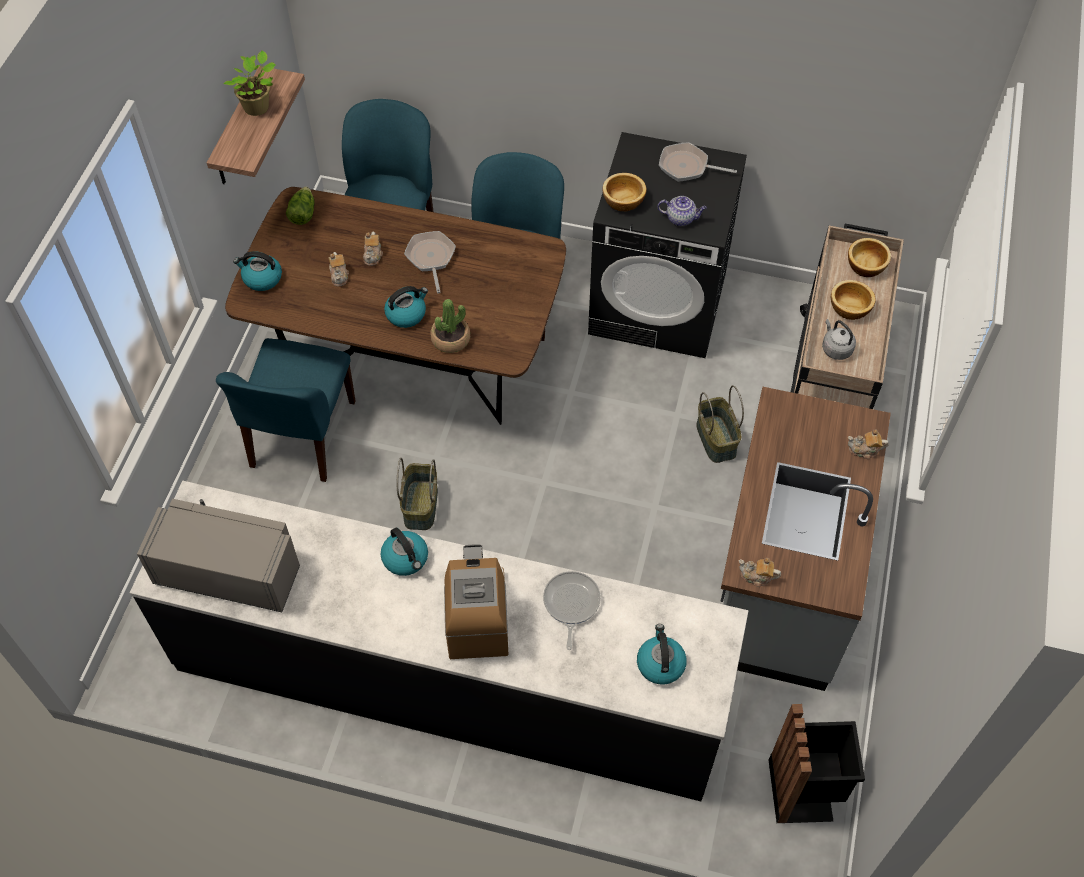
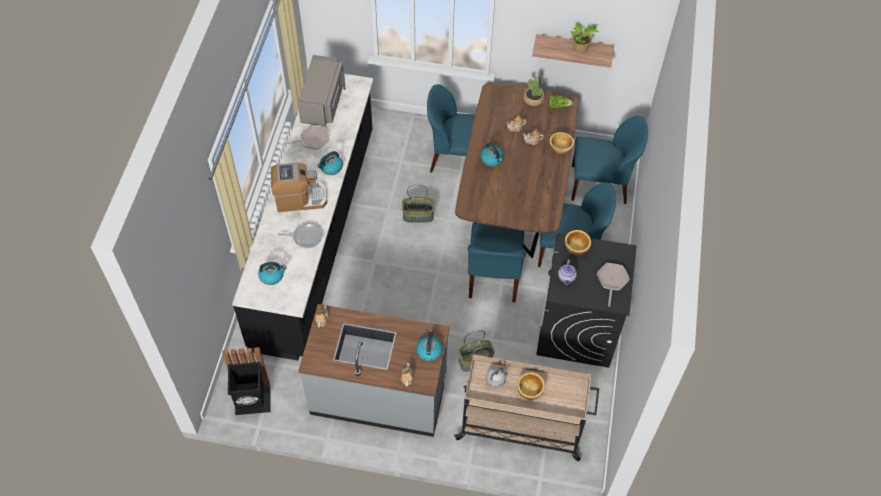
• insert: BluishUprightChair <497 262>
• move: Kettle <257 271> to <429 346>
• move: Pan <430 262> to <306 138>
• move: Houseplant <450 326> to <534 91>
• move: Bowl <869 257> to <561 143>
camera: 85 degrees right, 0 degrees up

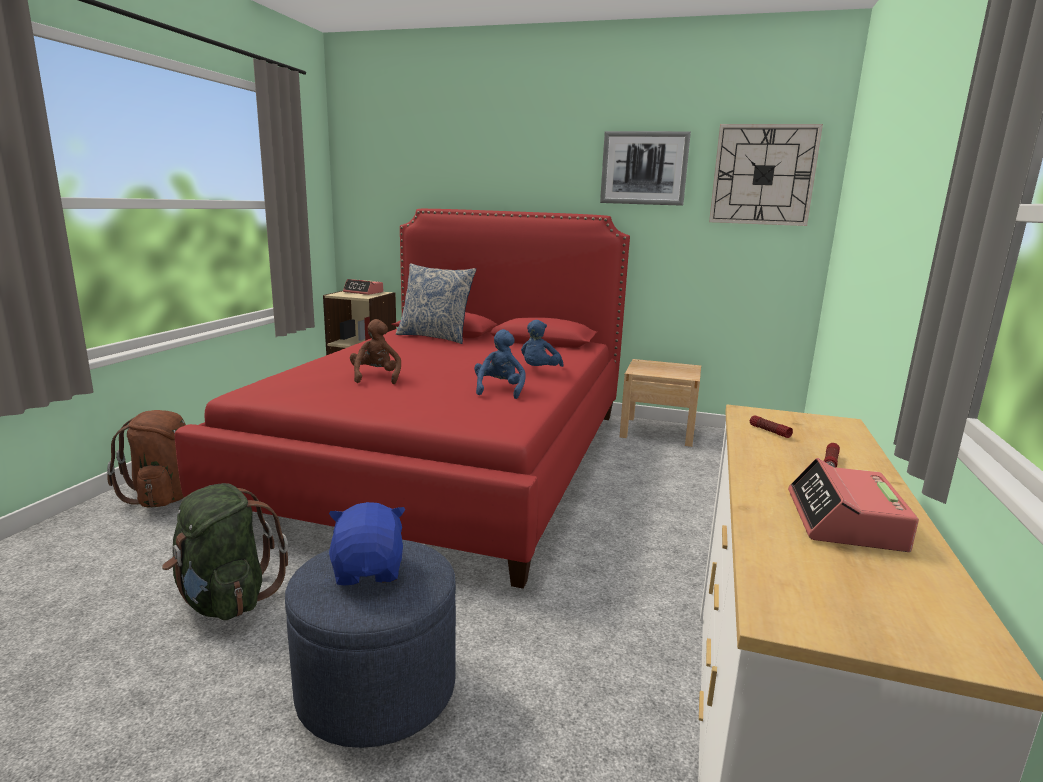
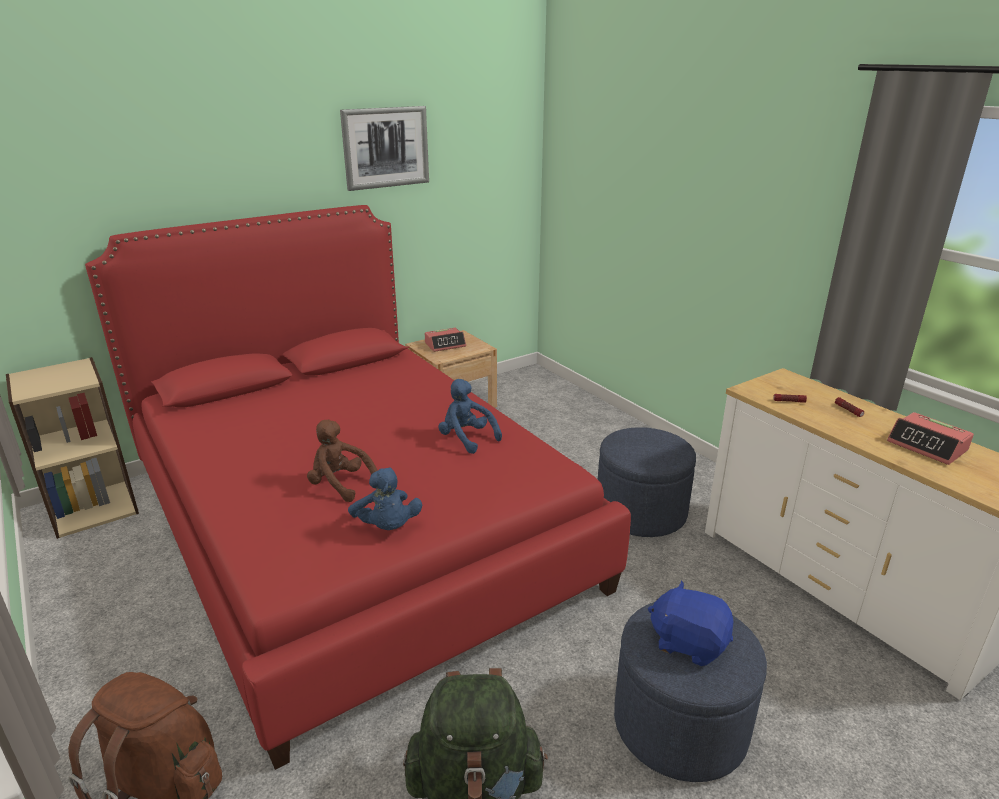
• delete: ThrowPillow <436 304>
• delete: HangingClock <766 175>
• insert: BluishPouffe <647 482>
• move: BedsideClock <363 287> to <445 340>
• move: BluishPlushToy <542 343> to <385 498>
camera: 50 degrees left, 10 degrees up

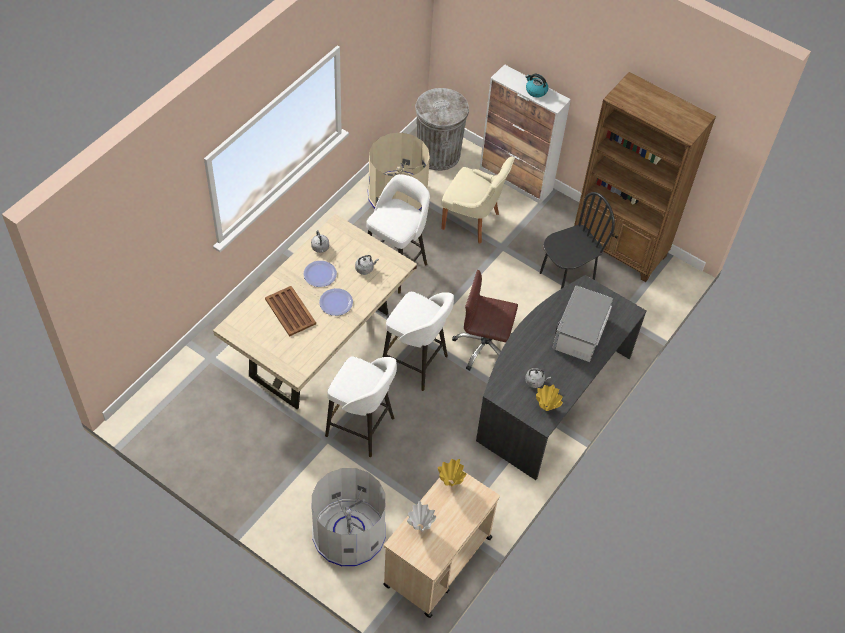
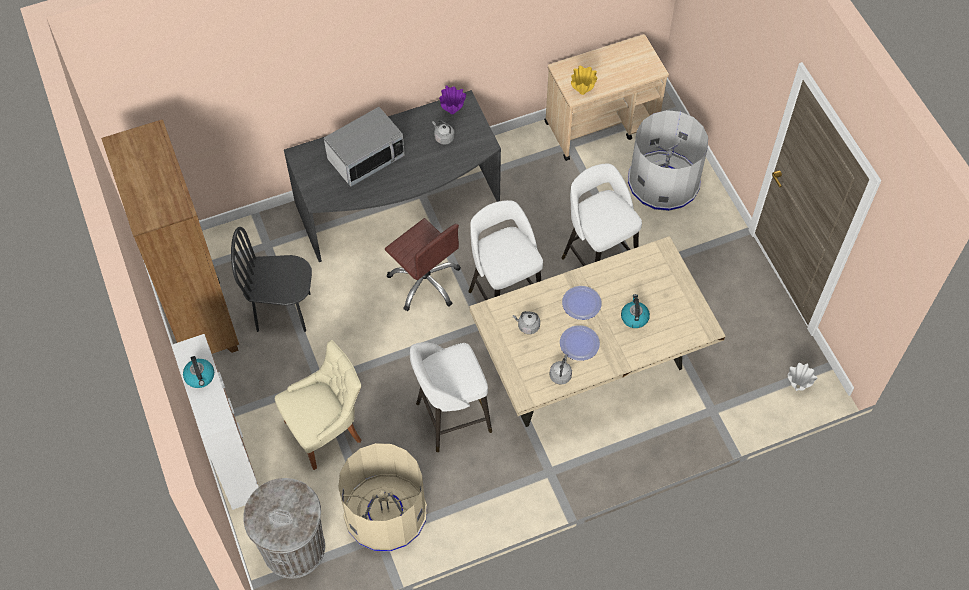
• move: WhitishDecorativeVase <421 516> to <803 377>
• replace: BrownCarryingTray <290 311> to Kettle <635 311>
• recolor: YellowishDecorativeVase <549 397> to PurpleDecorativeVase <452 99>
• rotate: BeigeUprightChair <478 199> = <318 405> 90 degrees clockwise
camera: 145 degrees left, 5 degrees up

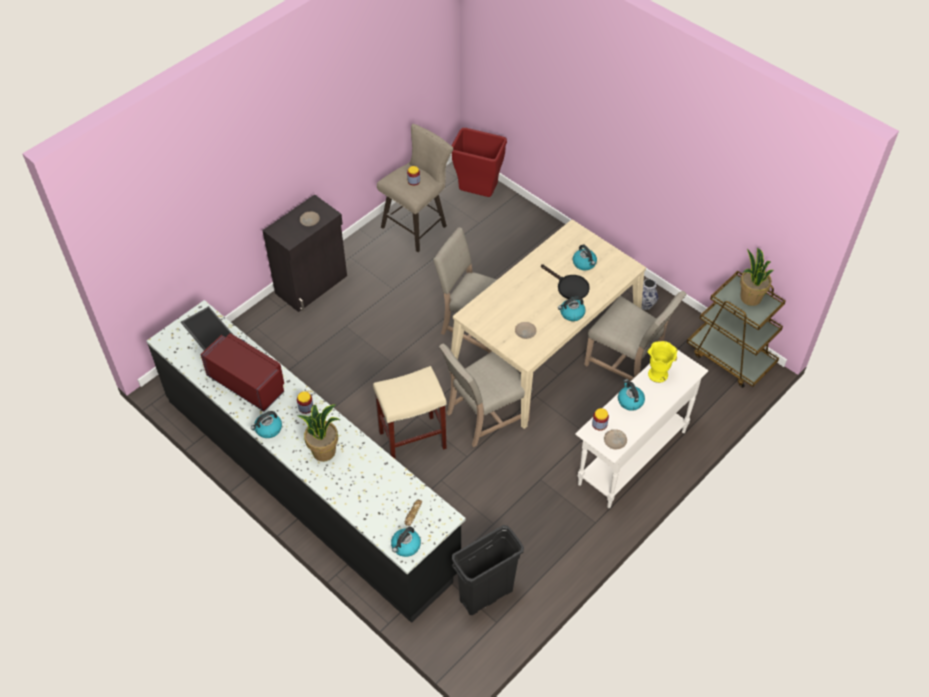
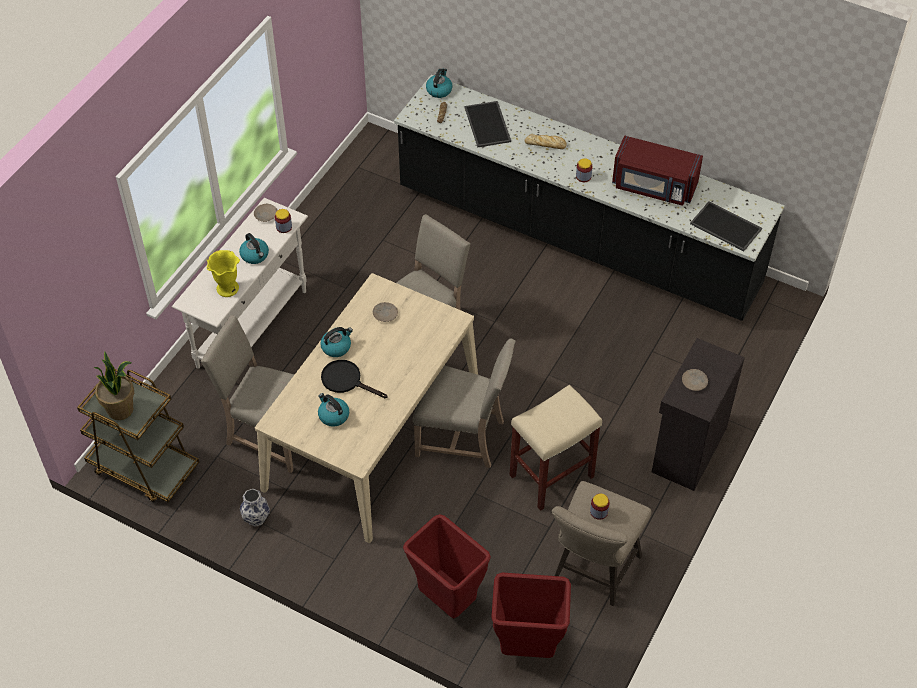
• delete: Kettle <266 424>
• delete: BlackTrashCan <488 570>
• insert: RedColouredTrashCan <447 566>
• insert: CarryingTray <488 124>
• move: BeigeStoolSeat <410 412> to <555 448>
• replace: Houseplant <319 433> to BakedBread <546 141>
camera: 165 degrees right, 0 degrees up

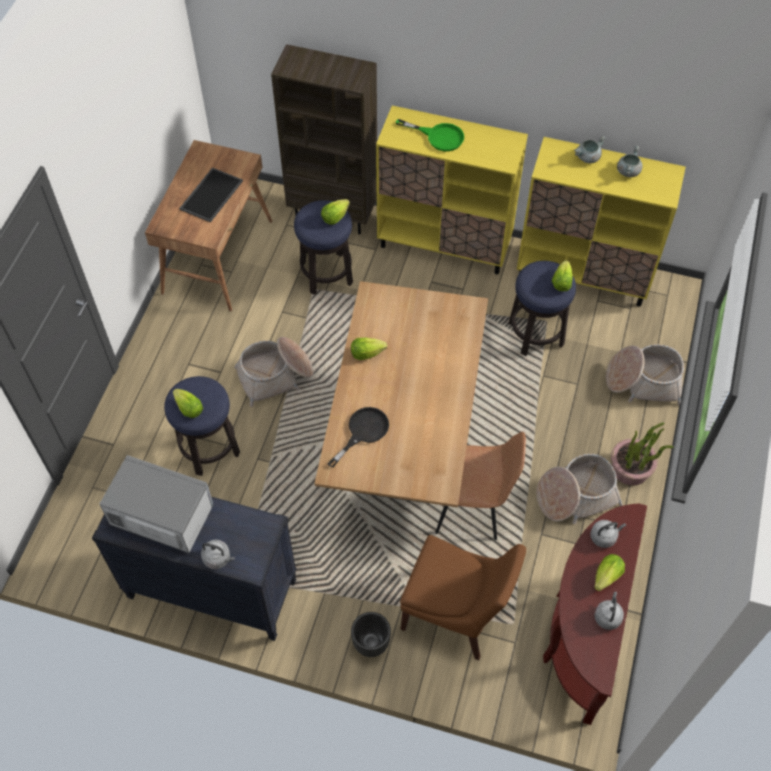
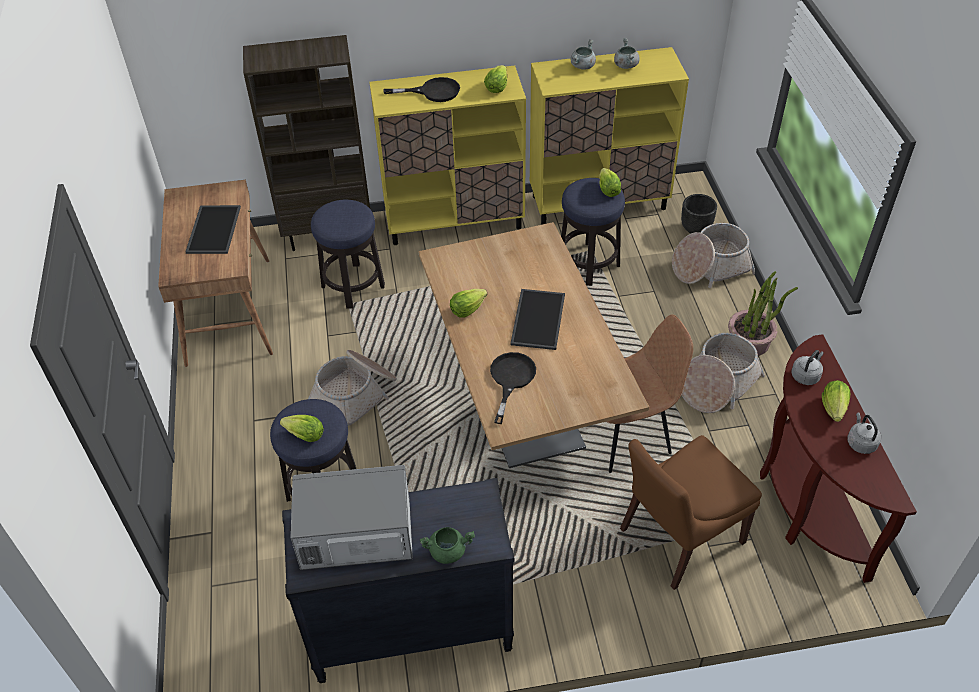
• insert: CarryingTray <537 319>
• move: Lettuce <335 212> to <495 79>
• move: BlackPlanter <371 634> to <699 214>
• replace: GrayKettle <218 554> to GreenCookingPot <447 545>
• recolor: GreenPan <430 135> to BlackPan <421 89>
• rotate: BrownUprightChair <463 597> = <691 512> 150 degrees clockwise
camera: 25 degrees left, 10 degrees down

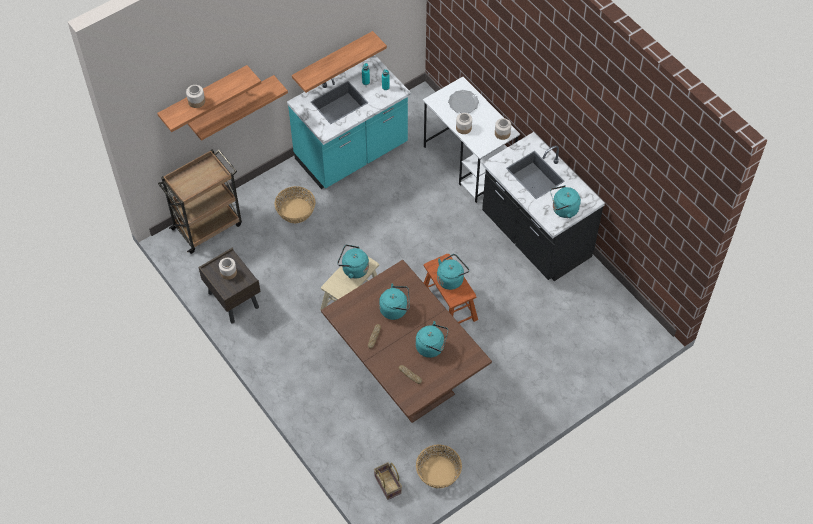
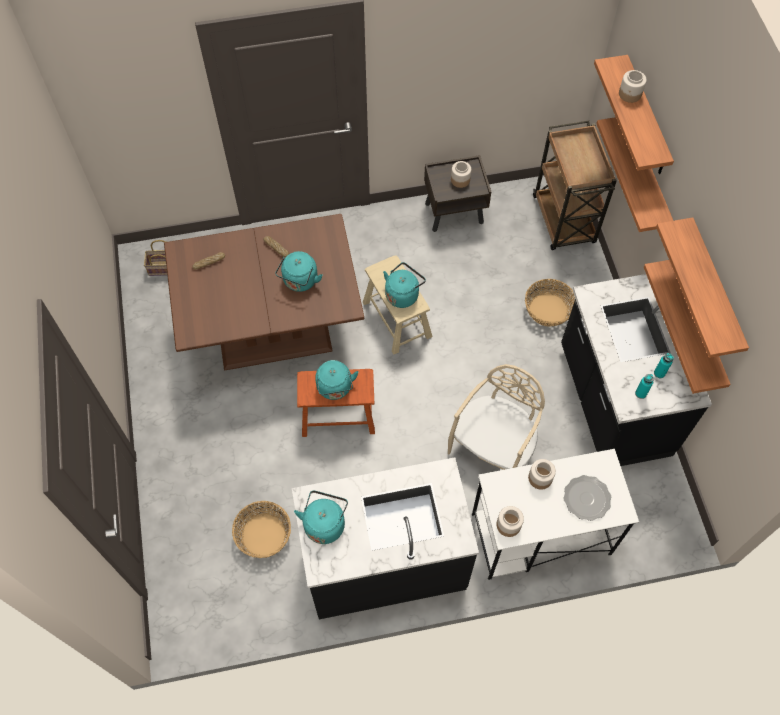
• delete: BlueGreenKettle <432 339>
• insert: BeigeUprightChair <496 417>
• insert: BracketShelf <702 288>
• move: HouseholdBasket <439 466> to <261 529>
• recolor: BlueGreenKitchenCounter <349 122> to BlackKitchenCounter <636 370>
camera: 115 degrees right, 5 degrees up

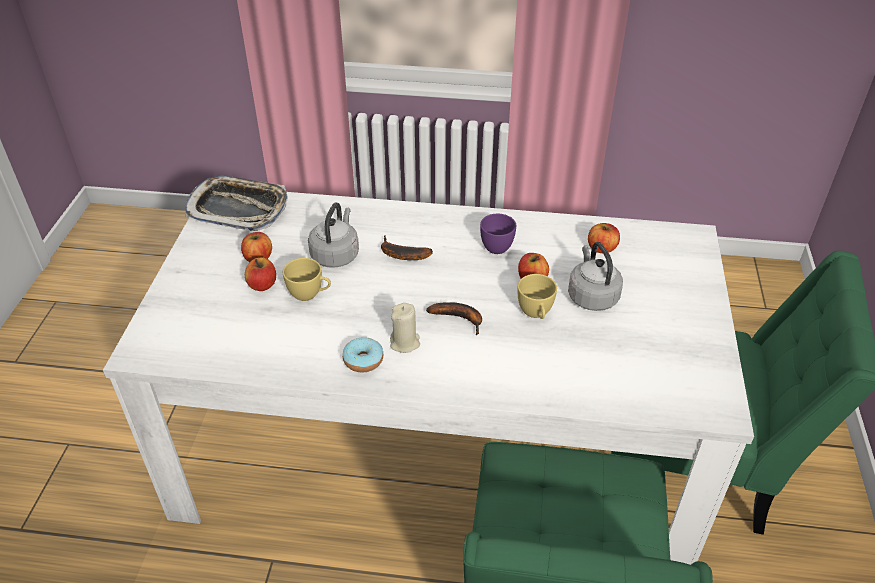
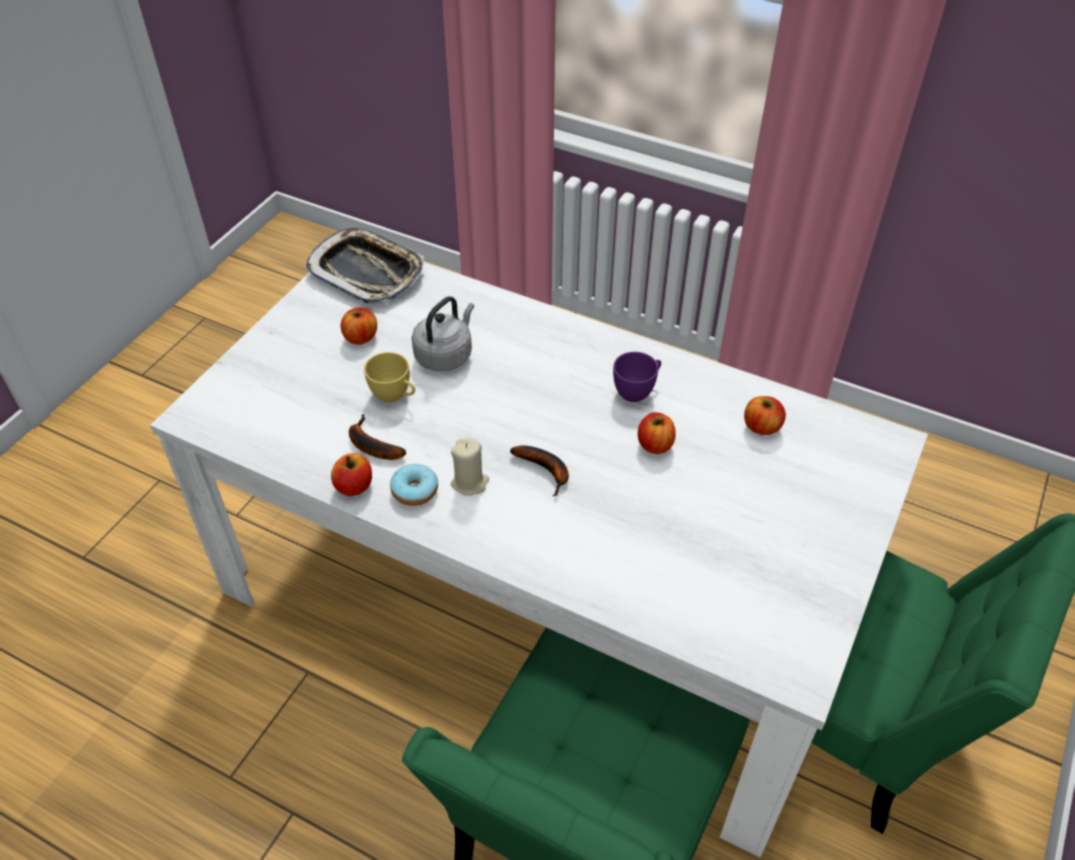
• delete: YellowishDrinkingCup <537 296>
• delete: GrayKettle <595 276>
• move: AppleFruit <260 274> to <351 474>
• move: WholeBanana <407 247> to <377 437>
camera: 20 degrees right, 5 degrees up

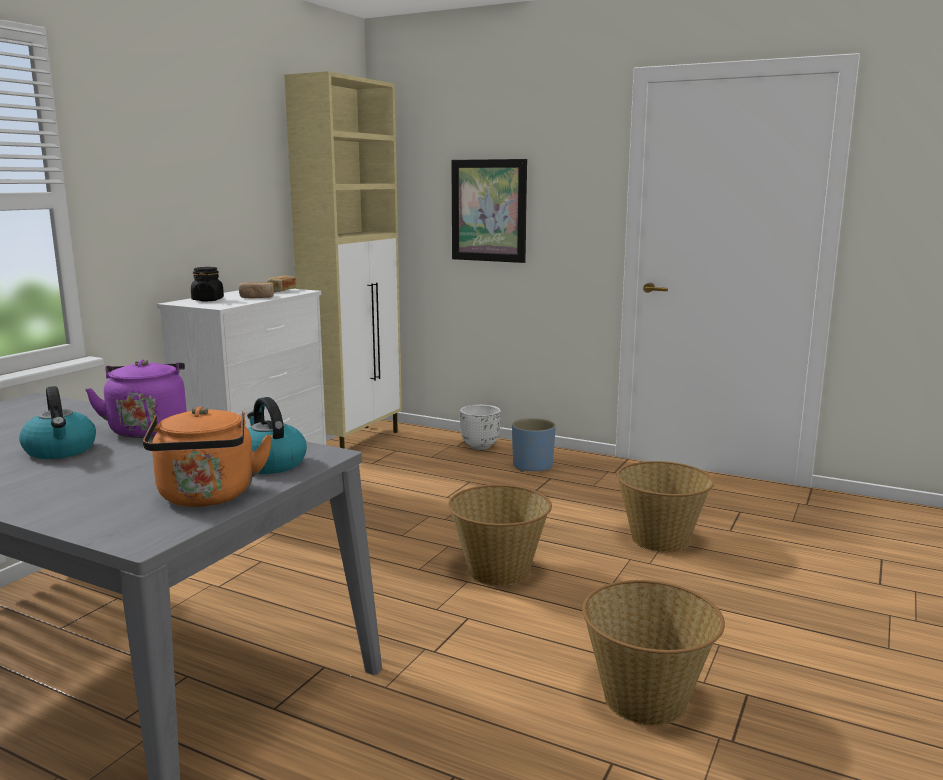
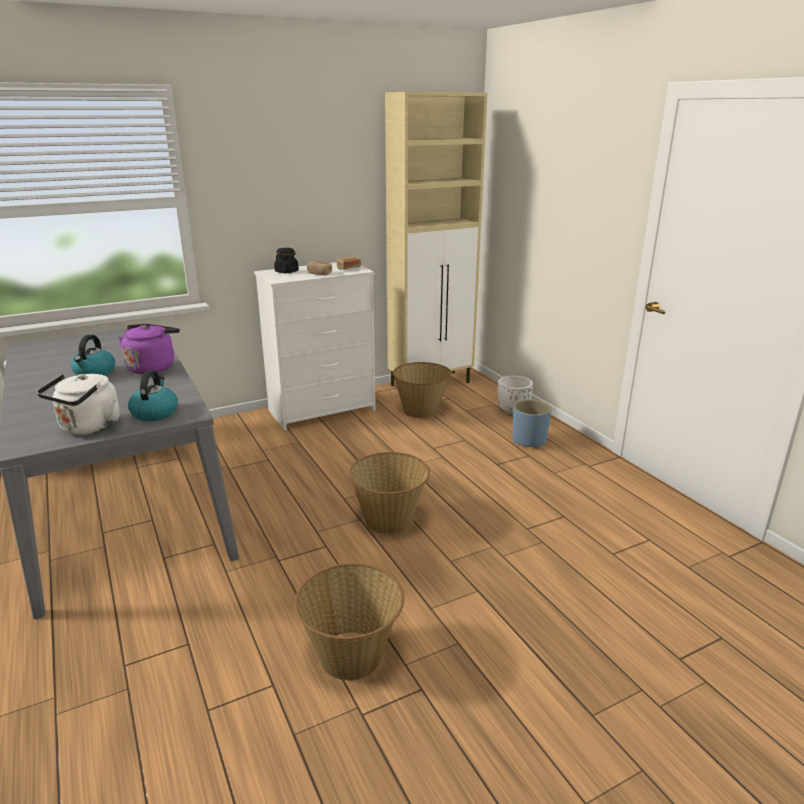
• delete: Picture <489 211>
• move: HouseholdBasket <666 506> to <422 390>
• recolor: OrangeKettle <208 457> to WhitishKettle <78 404>
camera: 35 degrees right, 10 degrees up

